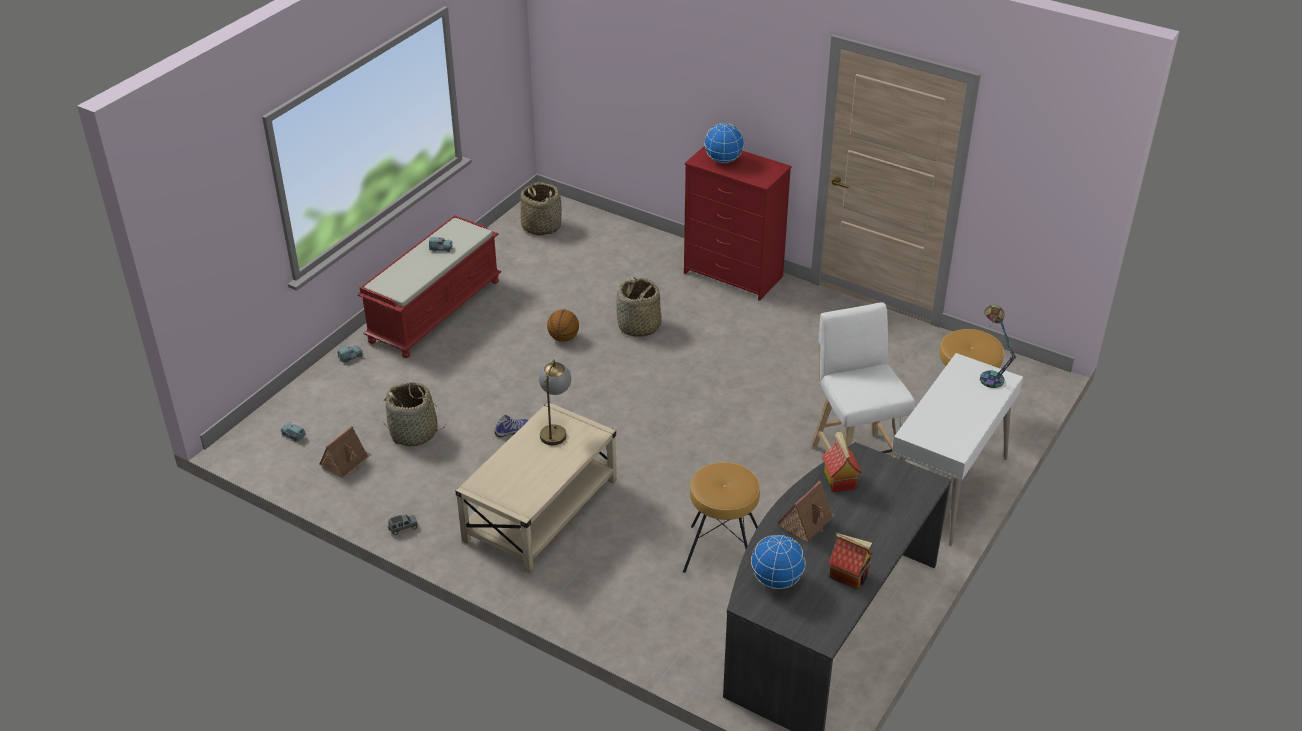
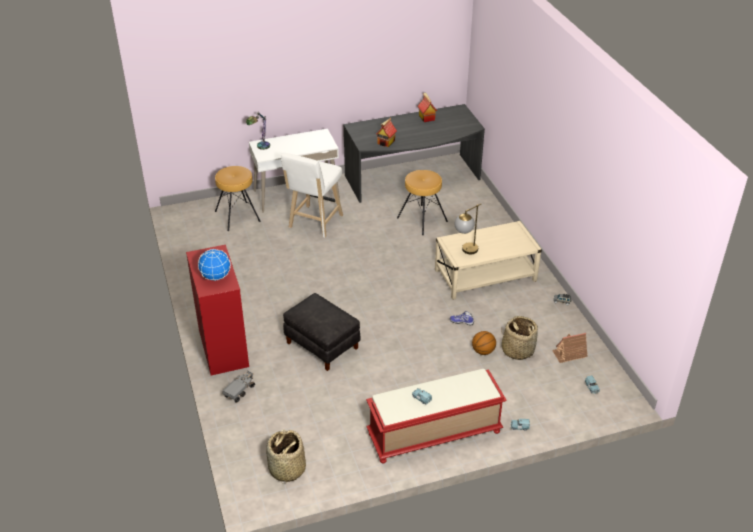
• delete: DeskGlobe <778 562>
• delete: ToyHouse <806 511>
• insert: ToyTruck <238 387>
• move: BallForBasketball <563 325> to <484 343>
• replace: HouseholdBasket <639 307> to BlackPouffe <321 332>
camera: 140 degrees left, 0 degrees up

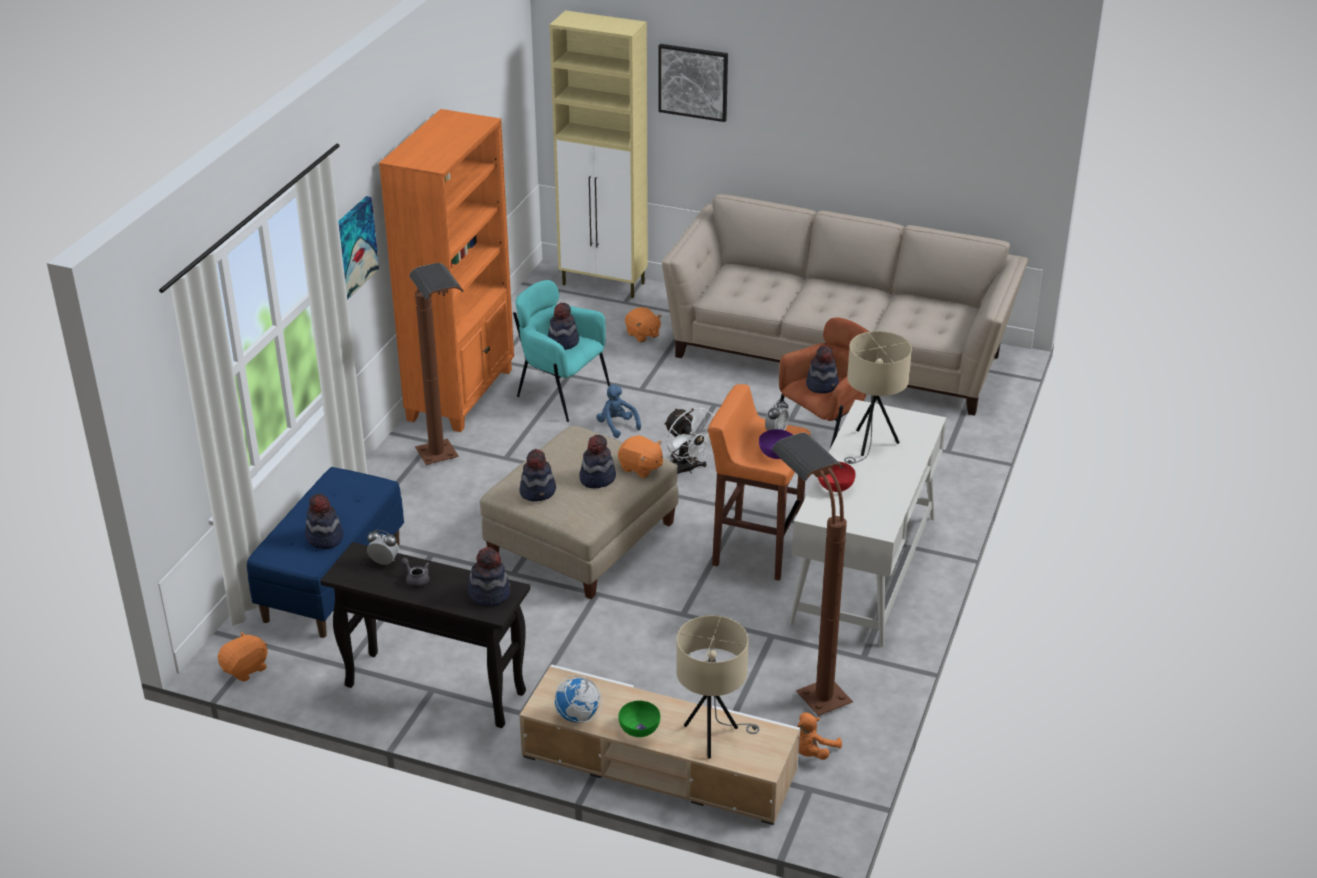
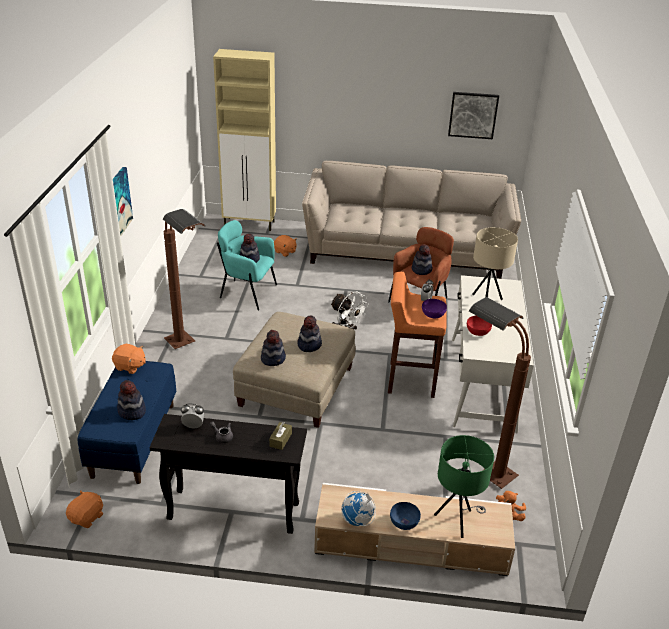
• delete: OrangeShelvingUnit <446 270>
• delete: BluishPlushToy <618 411>
• move: OrangePlushToy <640 456> to <129 359>
• move: Picture <693 83> to <473 115>
• replace: WearableHat <489 577> to BrownBoxOfTissues <280 436>
• recolor: GreenBowl <639 719> to BluishBowl <405 516>
• recolor: BeigeLampForATable <717 687> to GreenLampForATable <464 486>
camera: 15 degrees left, 0 degrees up

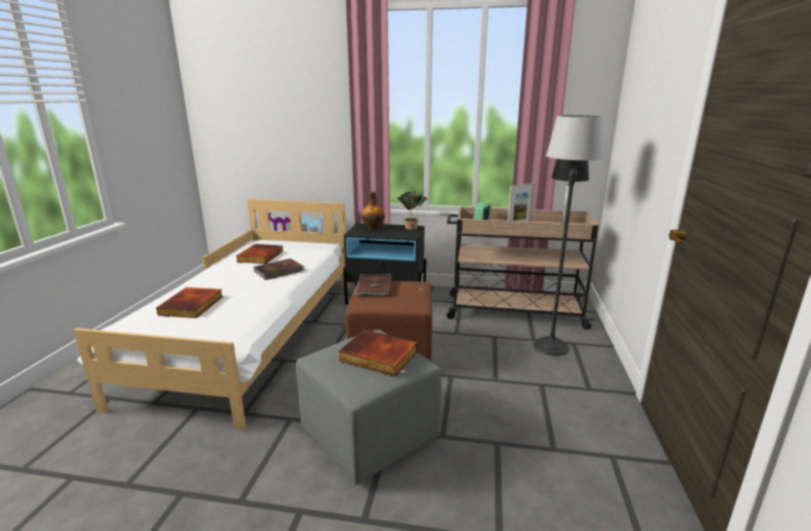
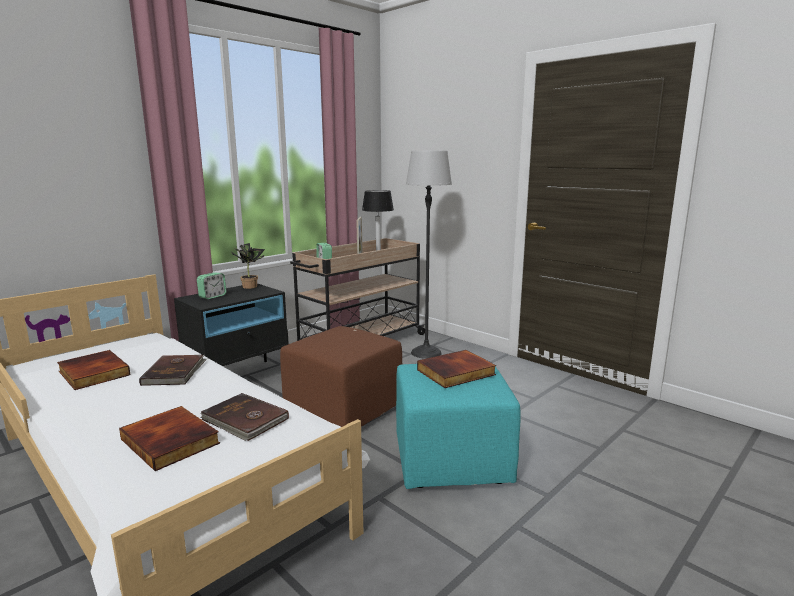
• move: BrownBook <373 285> to <244 417>
• replace: BeverageBottle <373 210> to BedsideClock <212 285>
• recolor: GrayPouffe <369 407> to BlueGreenPouffe <458 426>
camera: 55 degrees left, 5 degrees down

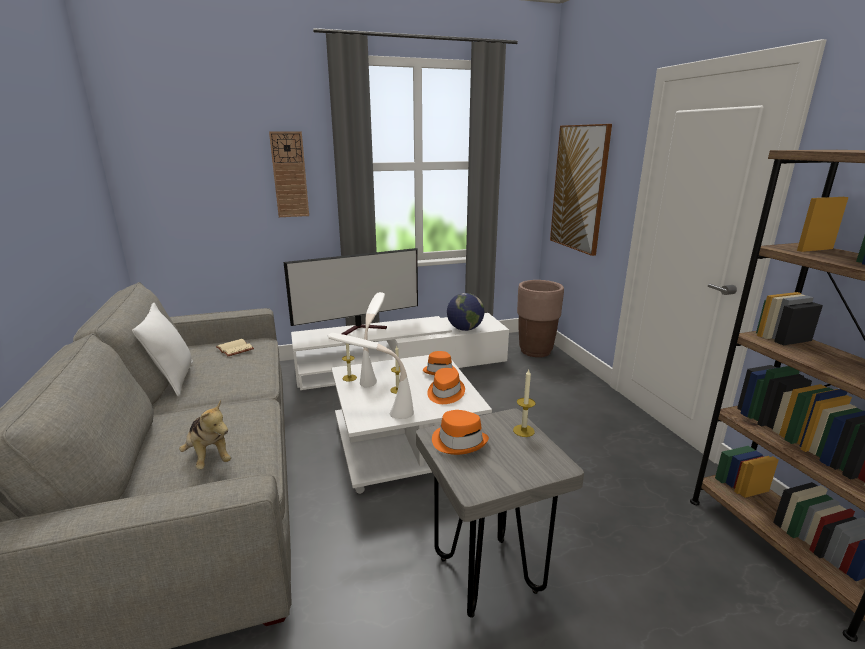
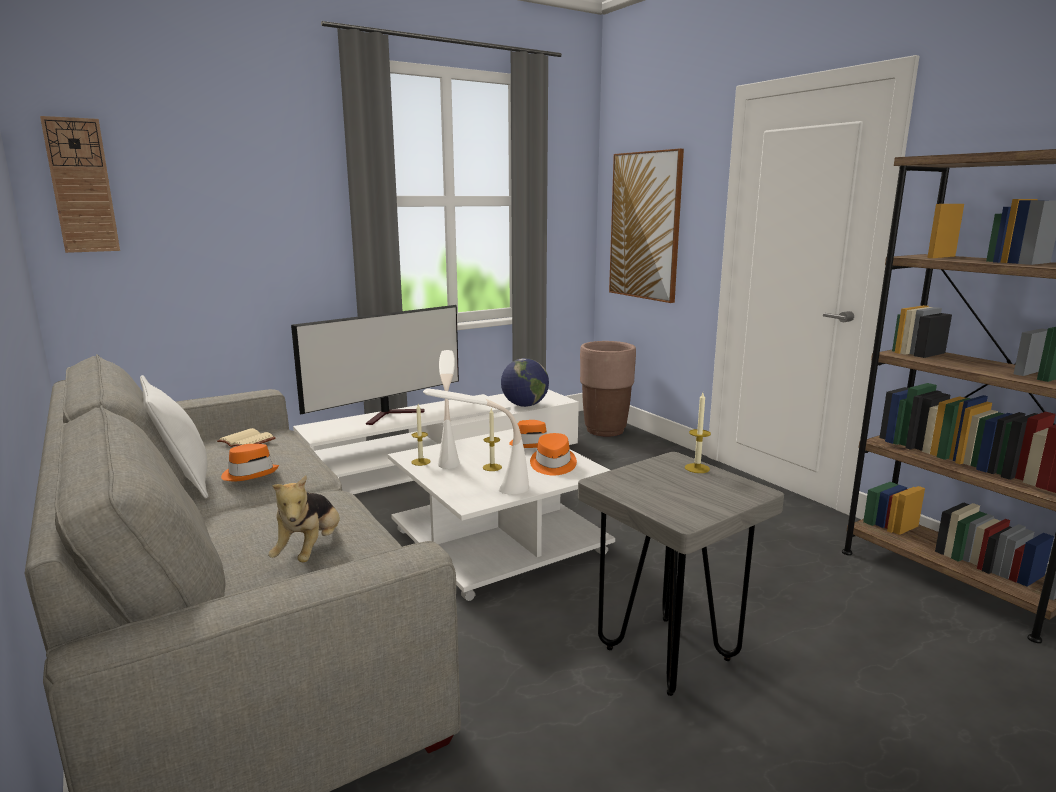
• move: HangingClock <289 174> to <80 184>
• move: OrangeWearableHat <460 432> to <250 462>
• rotate: PlushToy <205 435> = <304 518> 60 degrees clockwise
camera: 15 degrees left, 5 degrees down

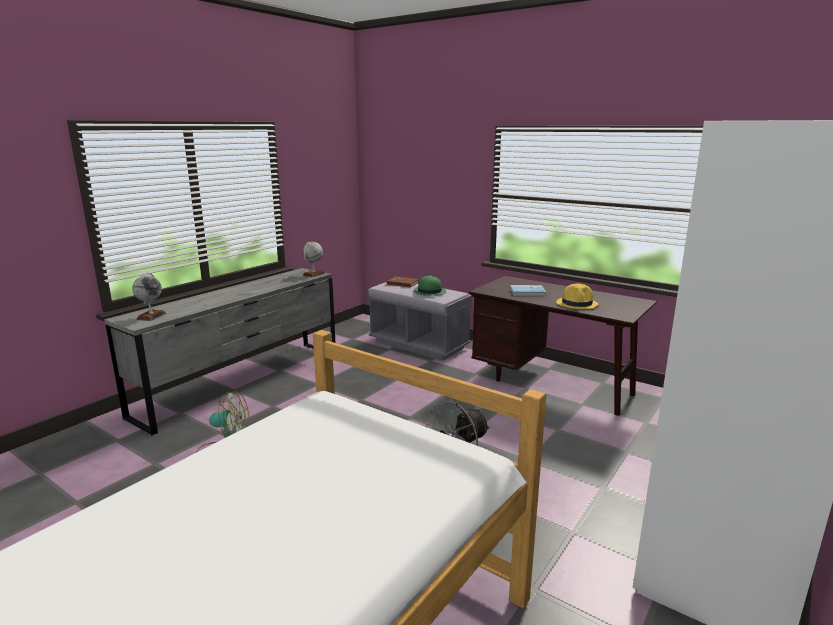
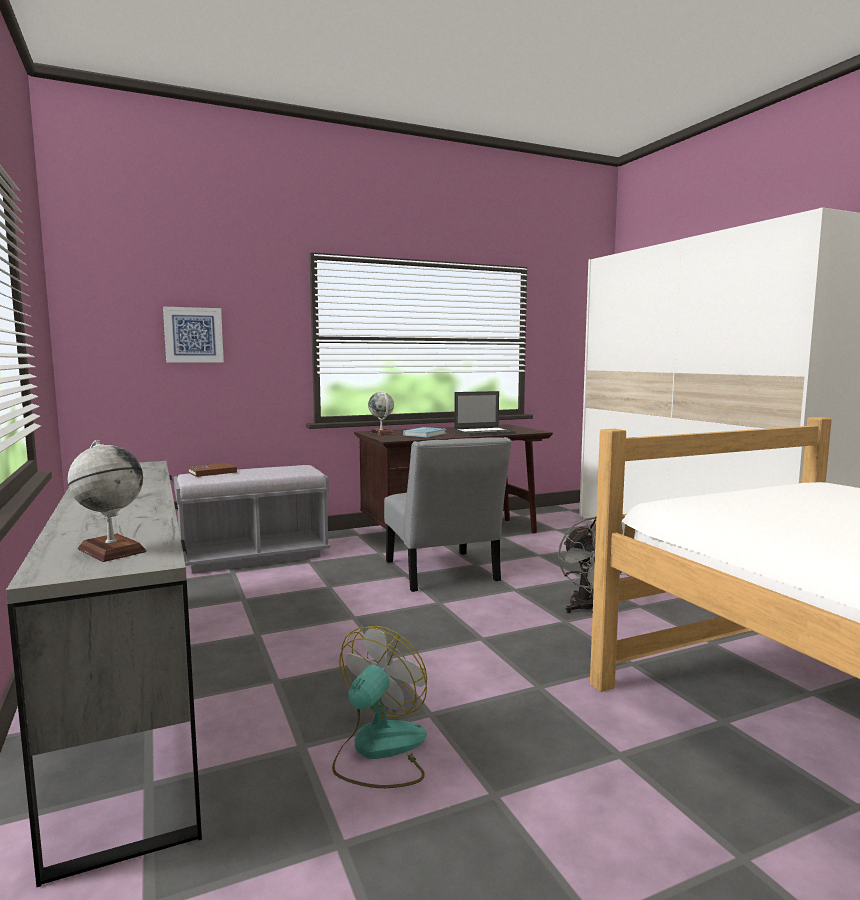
• delete: GreenWearableHat <429 285>
• insert: Picture <193 335>
• insert: GrayUprightChair <448 514>
• move: DeskGlobe <313 259> to <381 413>
• replace: YellowishWearableHat <577 296> to PortableComputer <484 413>
camera: 60 degrees left, 10 degrees down

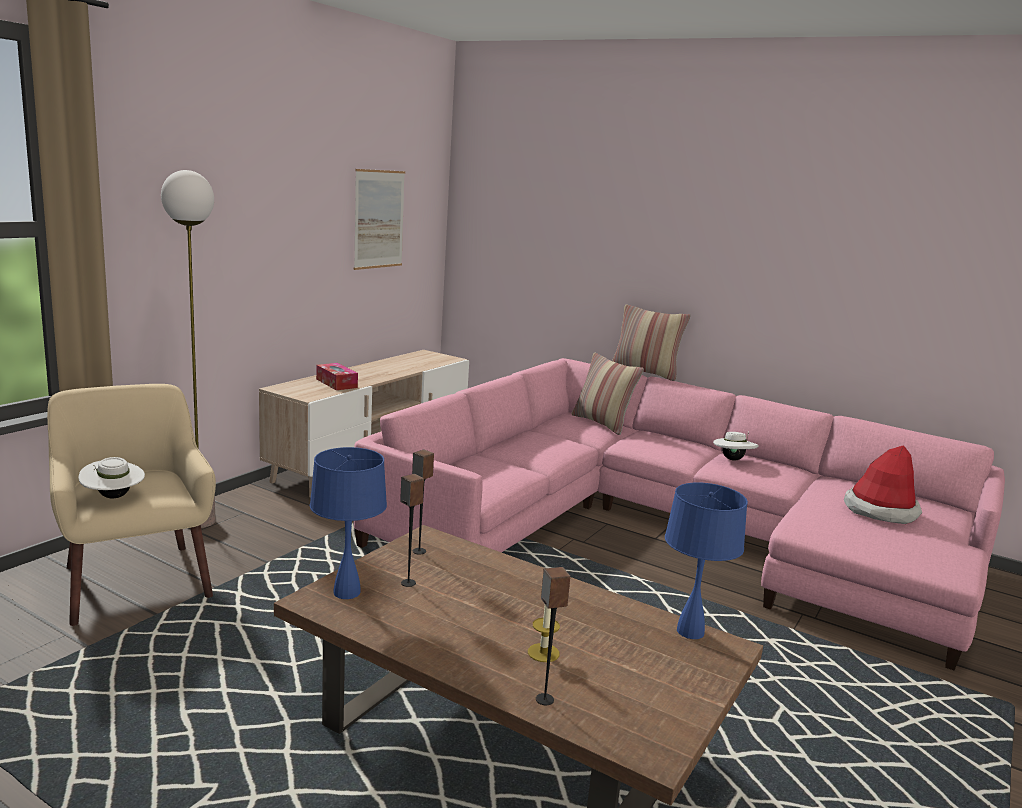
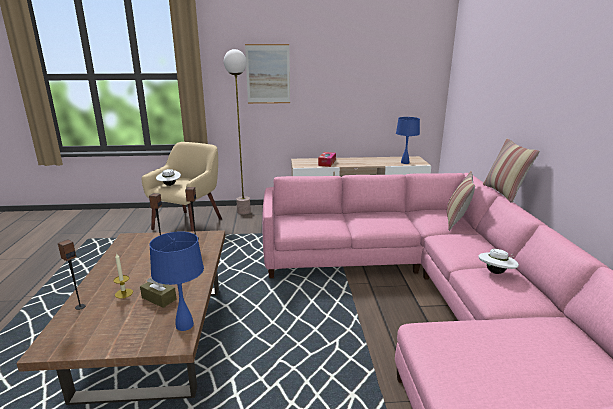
• delete: WearableHat <883 484>
• insert: BrownBoxOfTissues <158 292>
• move: BluishLampForATable <348 523> to <408 140>
• move: Picture <379 219> to <267 74>
camera: 55 degrees right, 5 degrees up

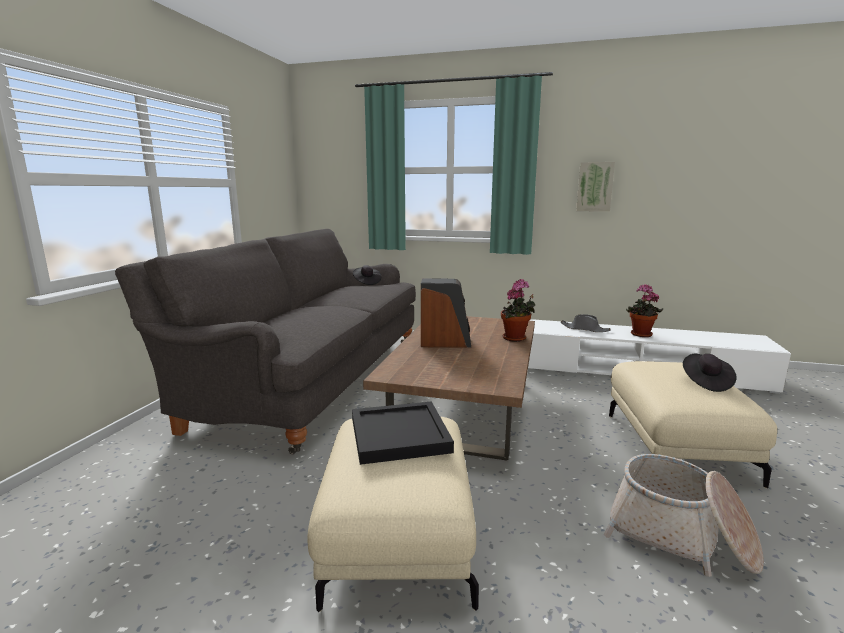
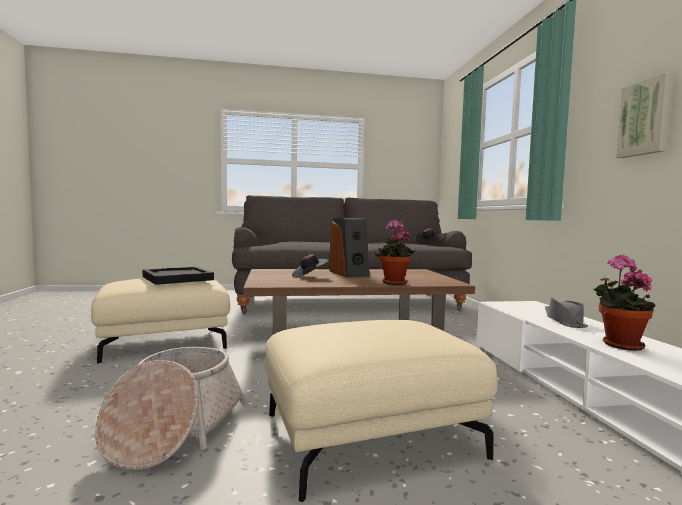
• move: BlackWearableHat <710 373> to <310 266>
camera: 65 degrees right, 10 degrees down

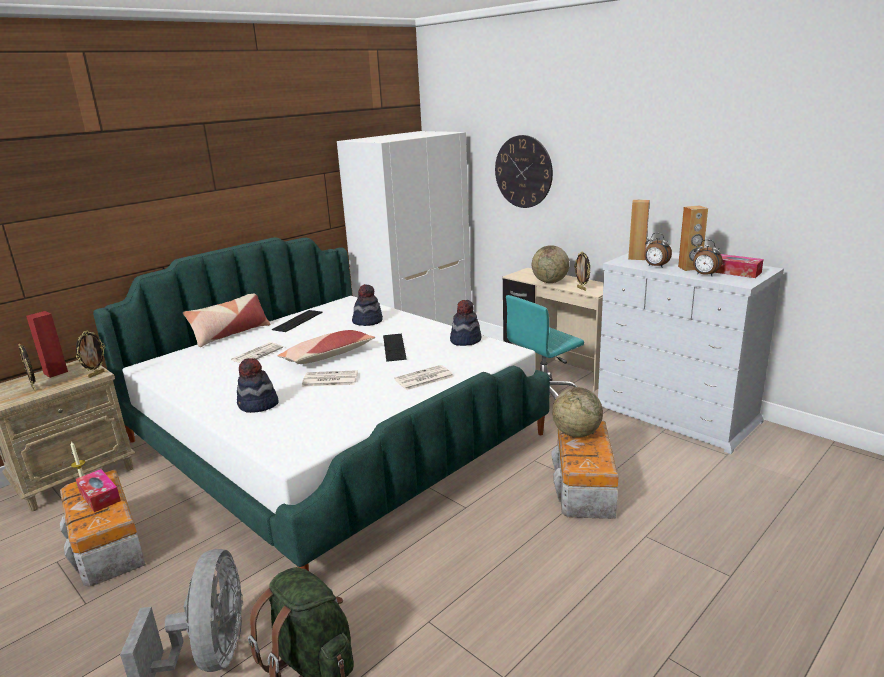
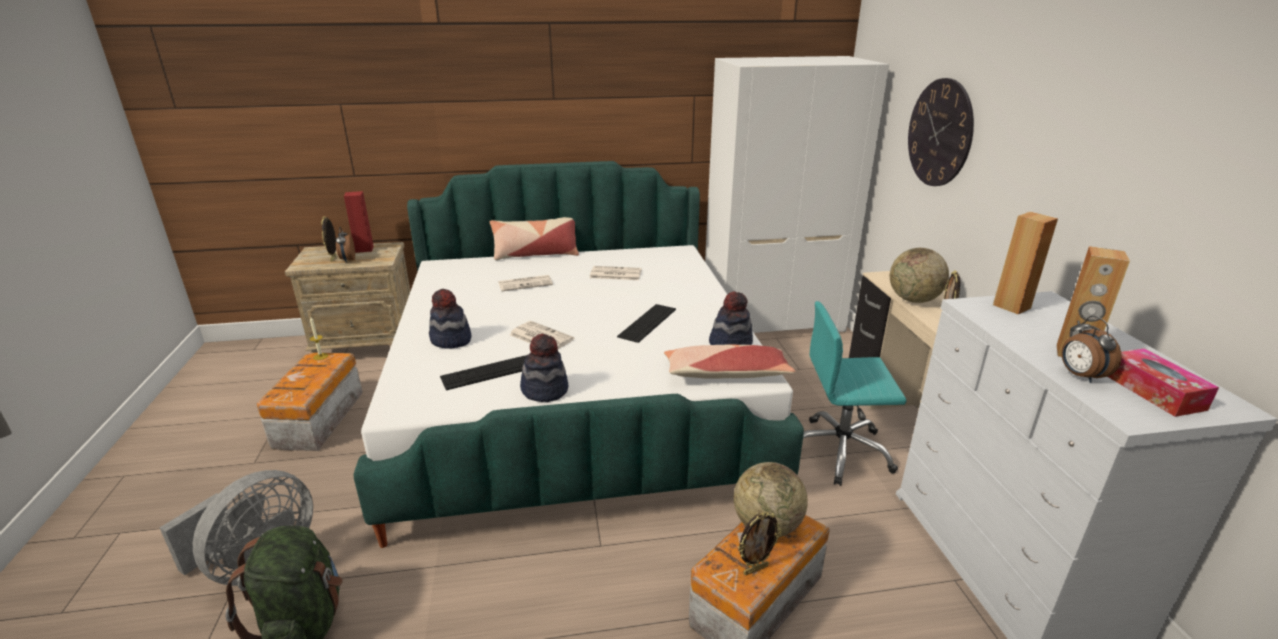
• delete: BoxOfTissues <98 490>
• move: PhotoFrame <90 354> to <760 543>
• move: Keyboard <297 321> to <484 372>
• move: ThrowPillow <326 347> to <730 362>
• move: WearableHat <367 305> to <544 368>
• move: PrintedPaper <424 377> to <616 273>
• move: BedsideClock <658 250> to <345 244>
camera: 35 degrees right, 5 degrees up

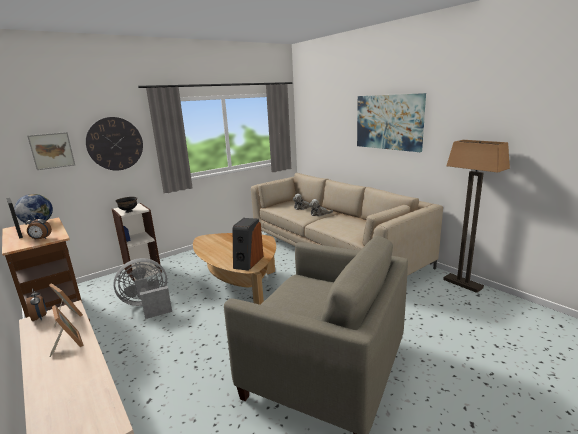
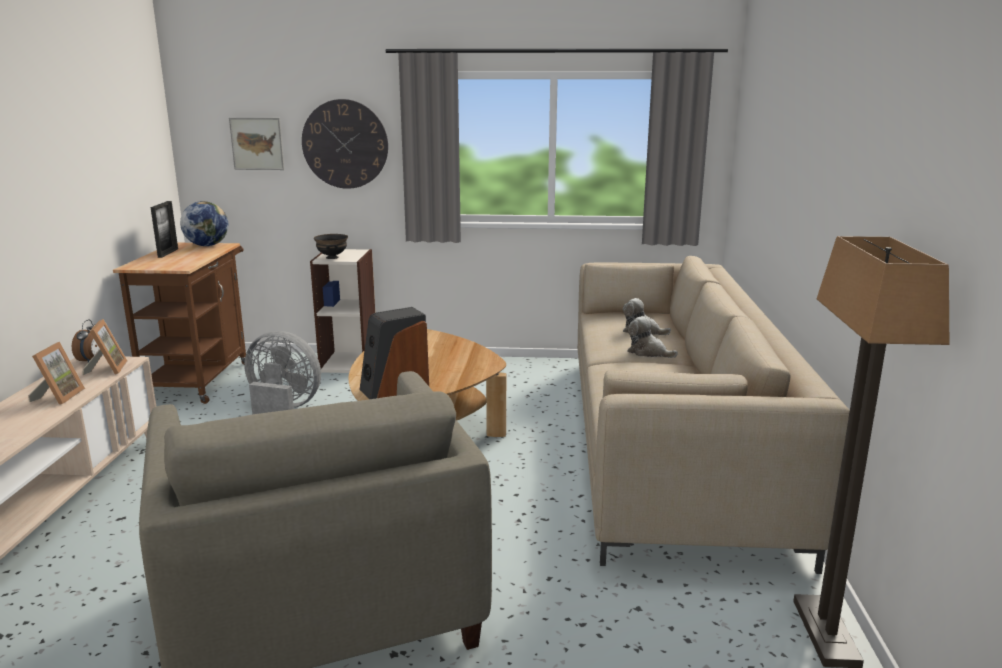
• delete: BedsideClock <38 226>
• delete: Picture <391 122>
camera: 40 degrees right, 0 degrees up

